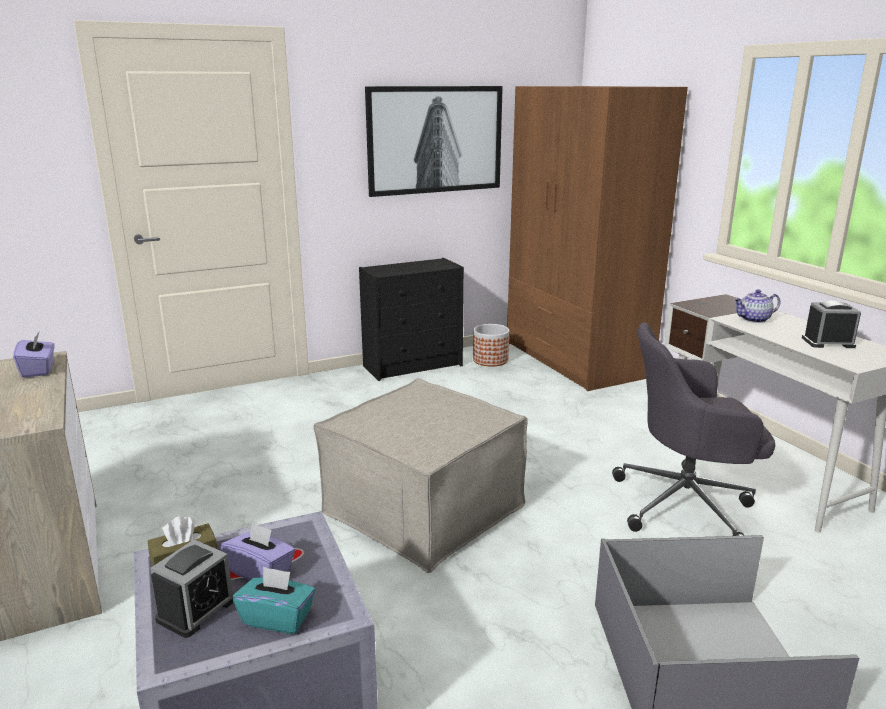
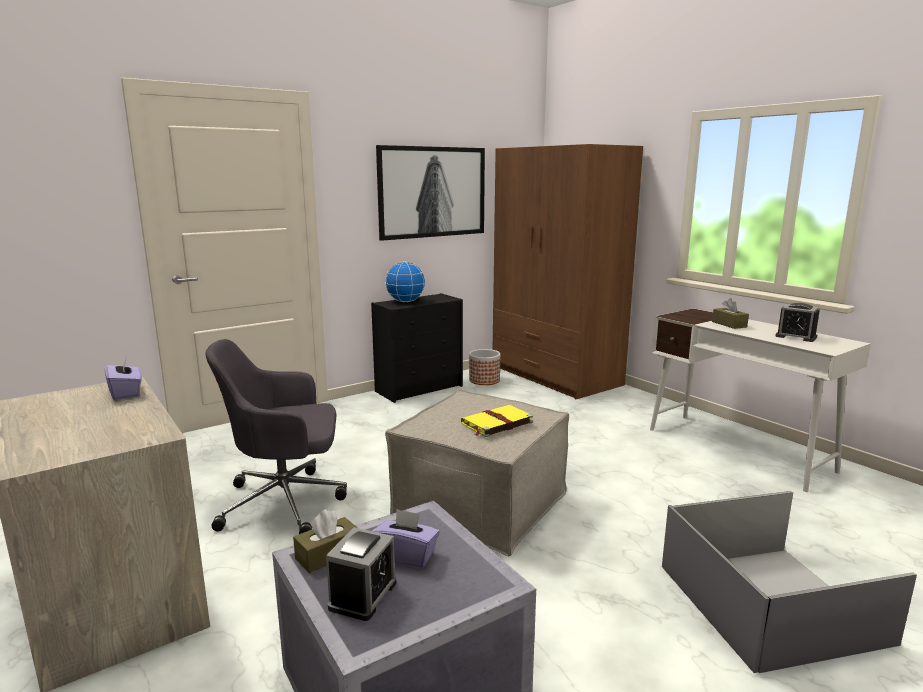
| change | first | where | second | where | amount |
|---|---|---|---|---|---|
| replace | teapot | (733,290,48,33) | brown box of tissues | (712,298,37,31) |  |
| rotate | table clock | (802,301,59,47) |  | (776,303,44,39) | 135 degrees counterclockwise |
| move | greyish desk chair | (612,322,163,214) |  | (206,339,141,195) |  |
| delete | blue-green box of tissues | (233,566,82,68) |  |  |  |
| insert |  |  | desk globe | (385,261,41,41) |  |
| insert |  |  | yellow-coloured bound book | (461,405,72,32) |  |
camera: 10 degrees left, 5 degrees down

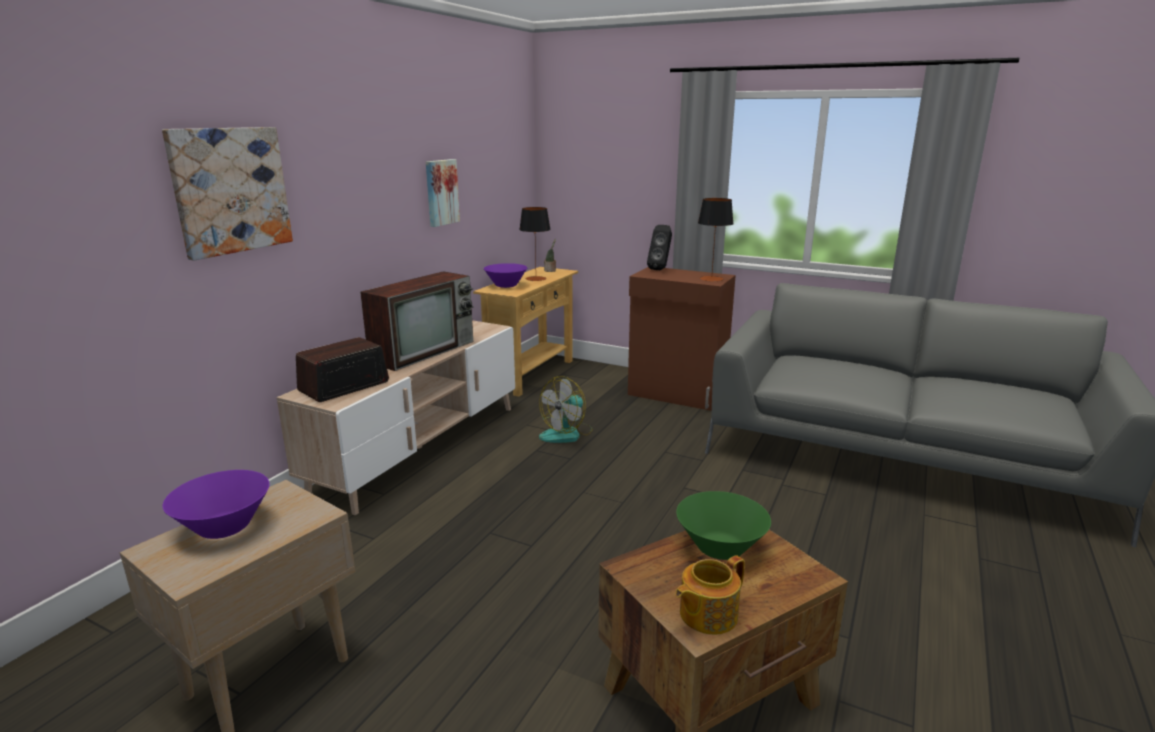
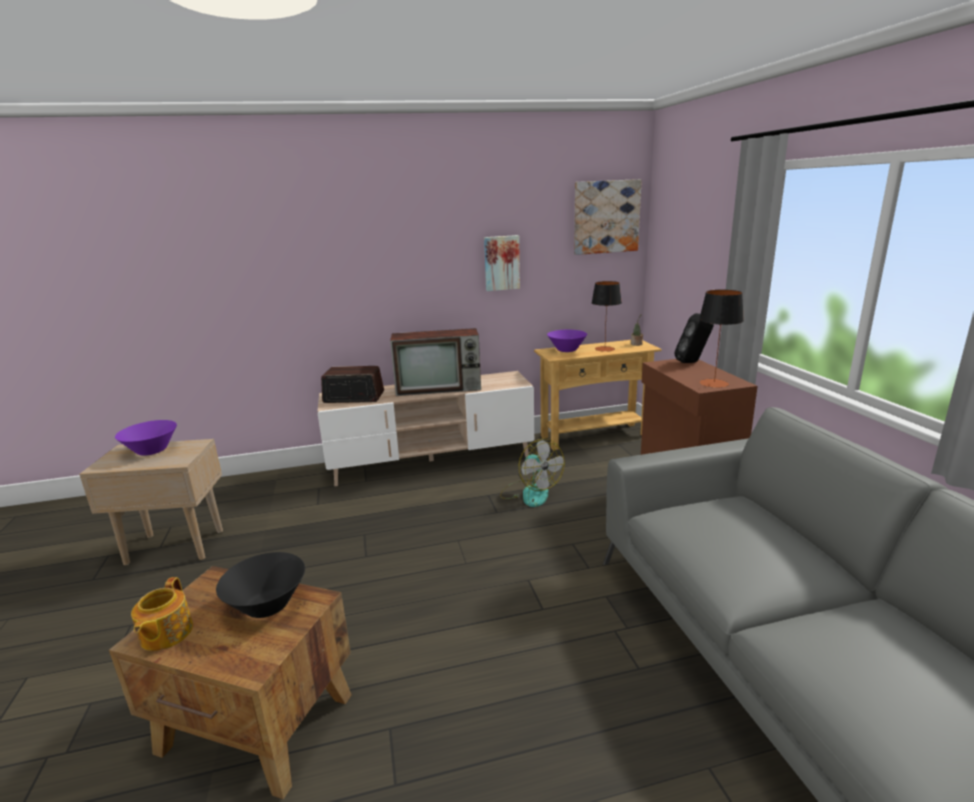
| change | first | where | second | where | amount |
|---|---|---|---|---|---|
| move | wall picture | (162,127,131,133) |  | (574,179,68,76) |  |
| rotate | cooling fan | (539,376,54,67) |  | (500,439,65,68) | 120 degrees counterclockwise |
| recolor | green deep dish | (676,491,95,69) | black-coloured deep dish | (216,552,89,66) |  |
| rotate | teapot | (675,555,70,80) |  | (131,577,62,74) | 105 degrees counterclockwise |
camera: 50 degrees right, 0 degrees up

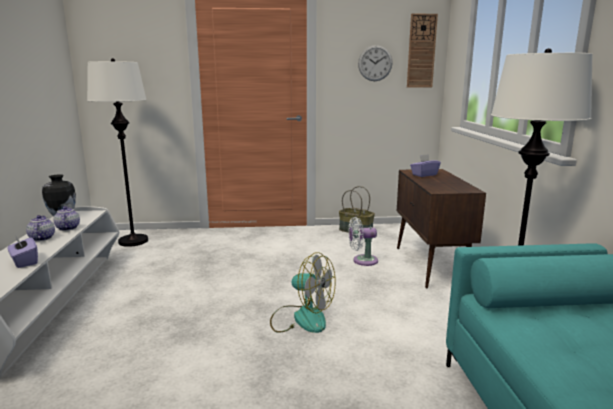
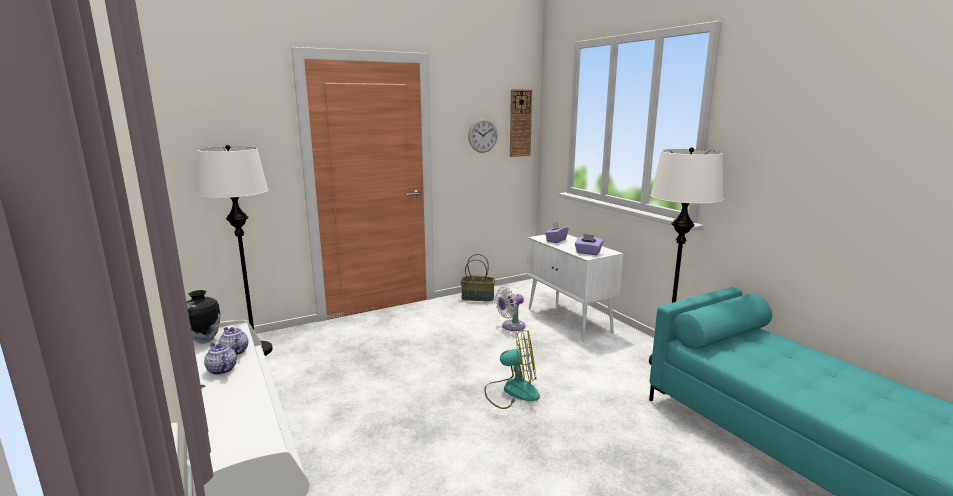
| change | first | where | second | where | amount |
|---|---|---|---|---|---|
| recolor | brown cupboard | (397,169,89,119) | whitish cupboard | (527,234,96,107) |  |
| move | purple box of tissues | (7,235,31,33) |  | (575,234,28,21) |  |
camera: 25 degrees left, 0 degrees up

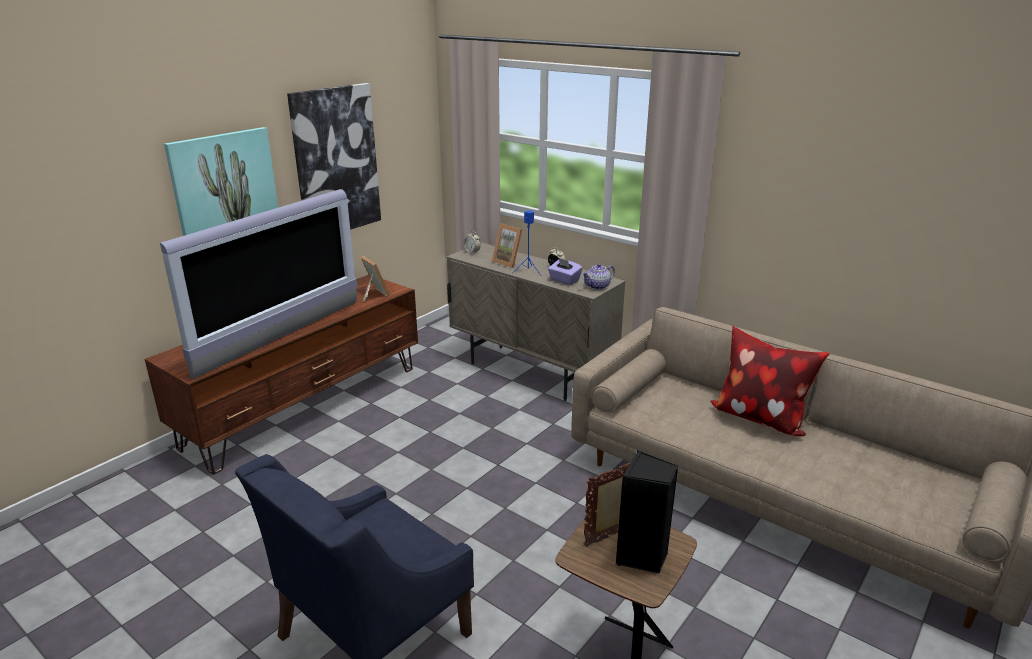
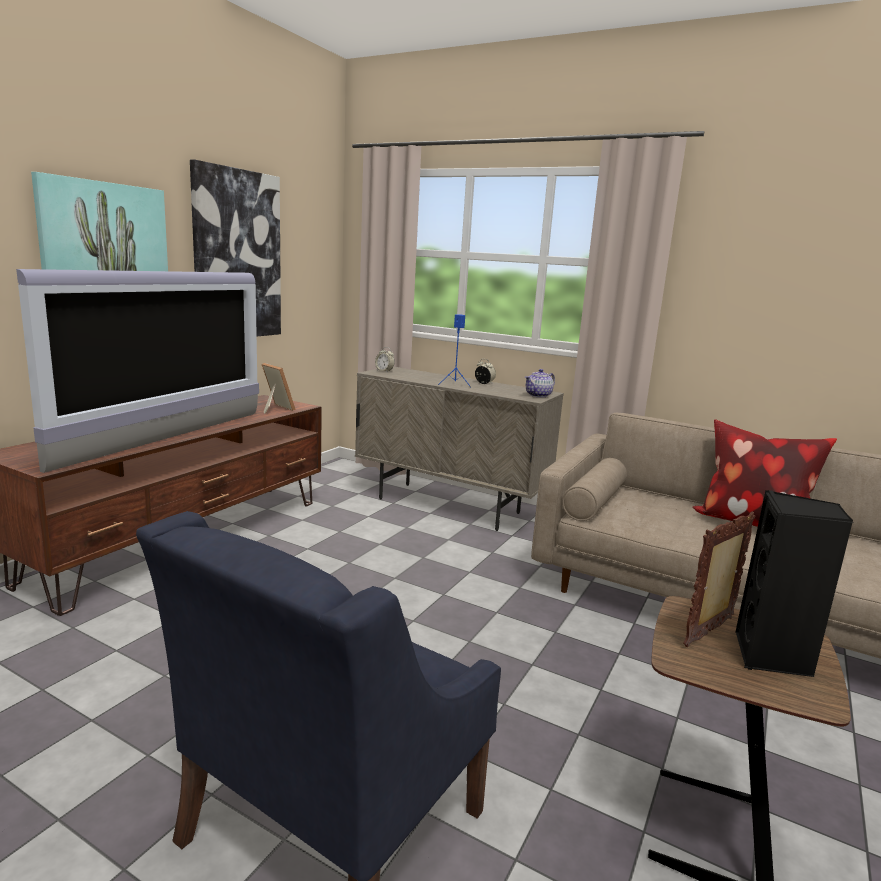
| change | first | where | second | where | amount |
|---|---|---|---|---|---|
| delete | picture frame | (492,223,30,45) |  |  |  |
| delete | purple box of tissues | (548,258,35,27) |  |  |  |
camera: 10 degrees left, 10 degrees down

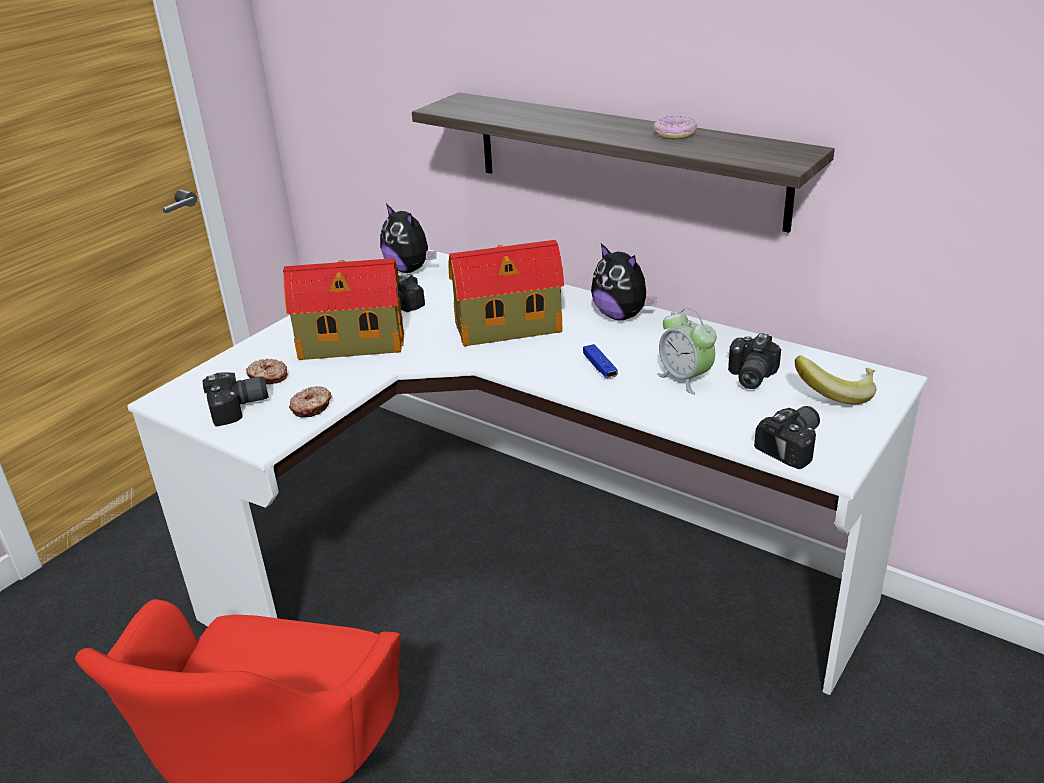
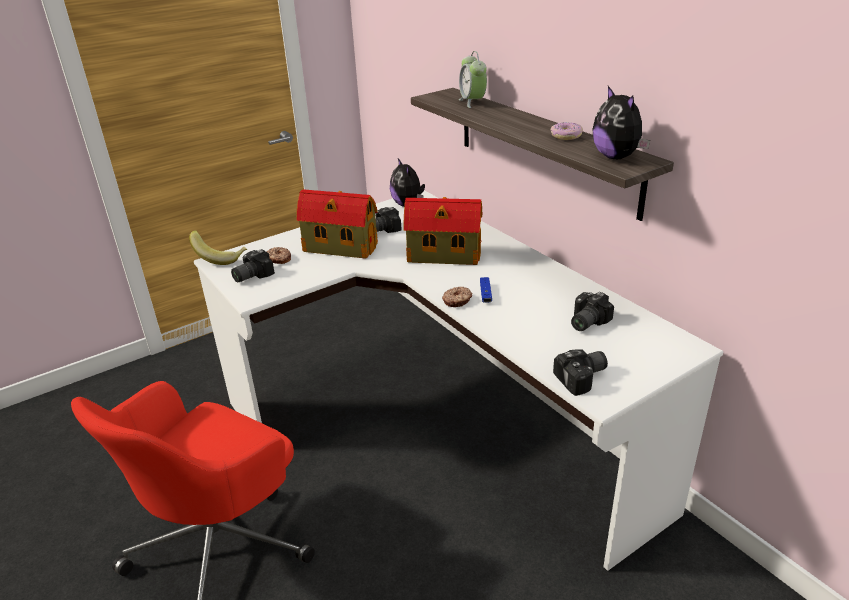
| change | first | where | second | where | amount |
|---|---|---|---|---|---|
| move | plush toy | (591,243,66,77) |  | (592,86,58,73) |  |
| move | table clock | (657,308,59,87) |  | (459,51,28,57) |  |
| move | banana | (795,355,81,49) |  | (189,230,58,35) |  |
| rotate | photo camera | (202,372,67,54) |  | (231,249,44,33) | 135 degrees clockwise |
| move | doughnut | (289,386,43,32) |  | (442,287,30,20) |  |
camera: 20 degrees right, 0 degrees up

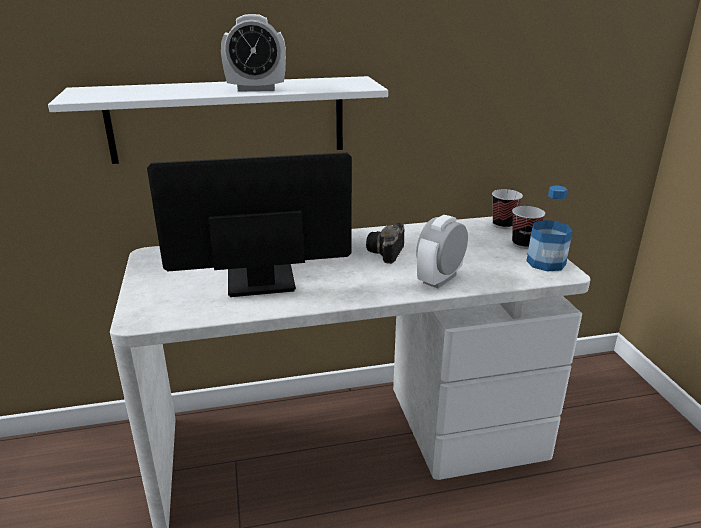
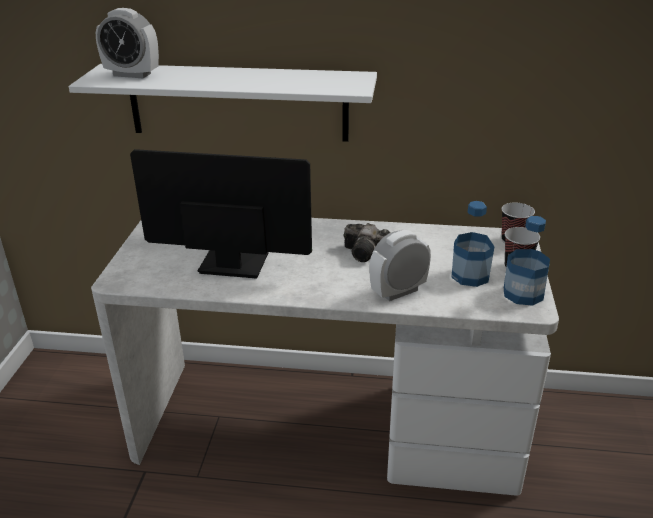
| change | first | where | second | where | amount |
|---|---|---|---|---|---|
| move | table clock | (221,14,65,78) |  | (96,8,63,71) |  |
| rotate | photo camera | (366,223,38,41) |  | (344,223,46,39) | 105 degrees counterclockwise |
| insert |  |  | beverage bottle | (451,201,44,86) |  |
camera: 20 degrees right, 5 degrees up

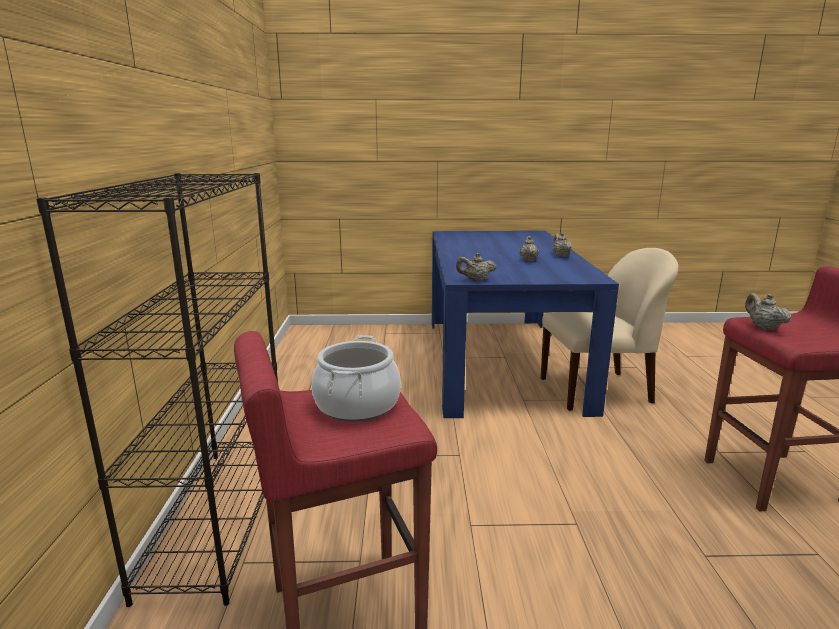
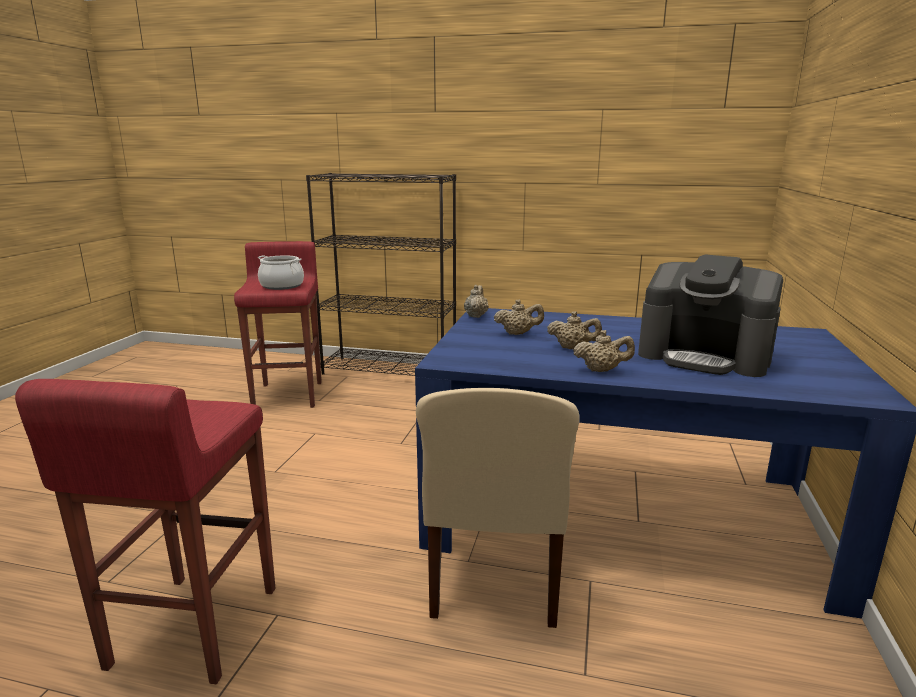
| change | first | where | second | where | amount |
|---|---|---|---|---|---|
| move | beige teapot | (745,293,46,37) |  | (494,299,50,36) |  |
| insert |  |  | coffee maker | (638,254,145,123) |  |
camera: 105 degrees right, 0 degrees up

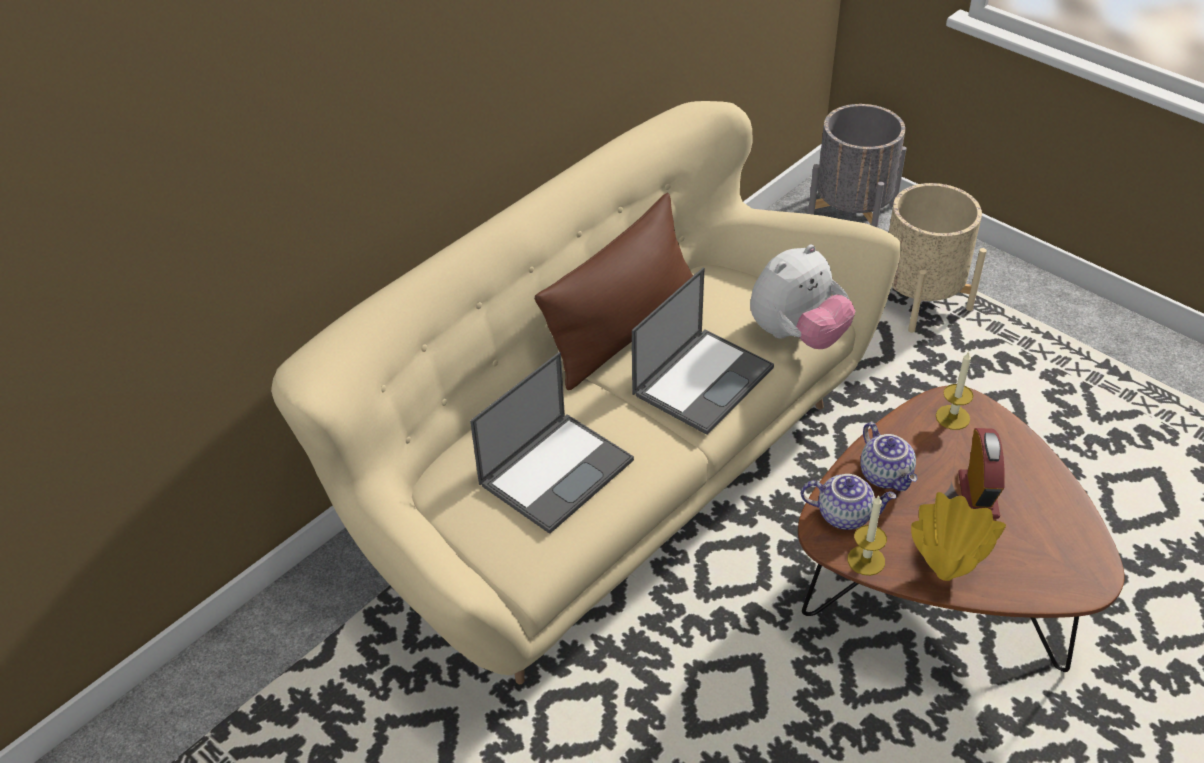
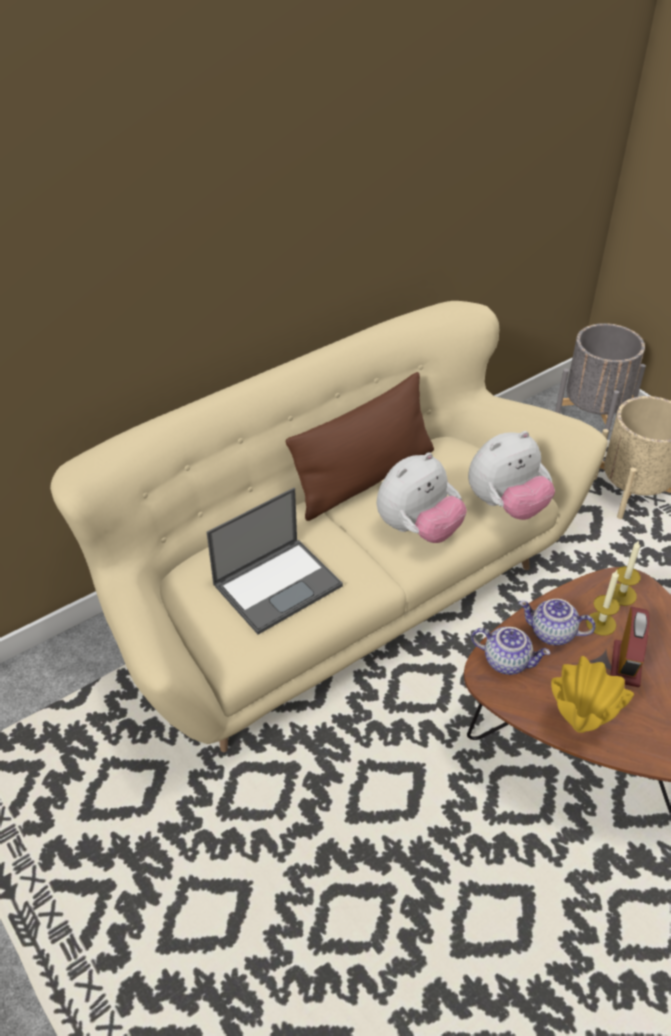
| change | first | where | second | where | amount |
|---|---|---|---|---|---|
| replace | portable computer | (632,268,142,167) | plush toy | (376,452,91,91) |  |
| rotate | teapot | (860,422,57,69) |  | (519,599,76,47) | 120 degrees clockwise |
| move | candle | (848,496,39,80) |  | (586,570,34,65) |  |
camera: 10 degrees right, 0 degrees up

